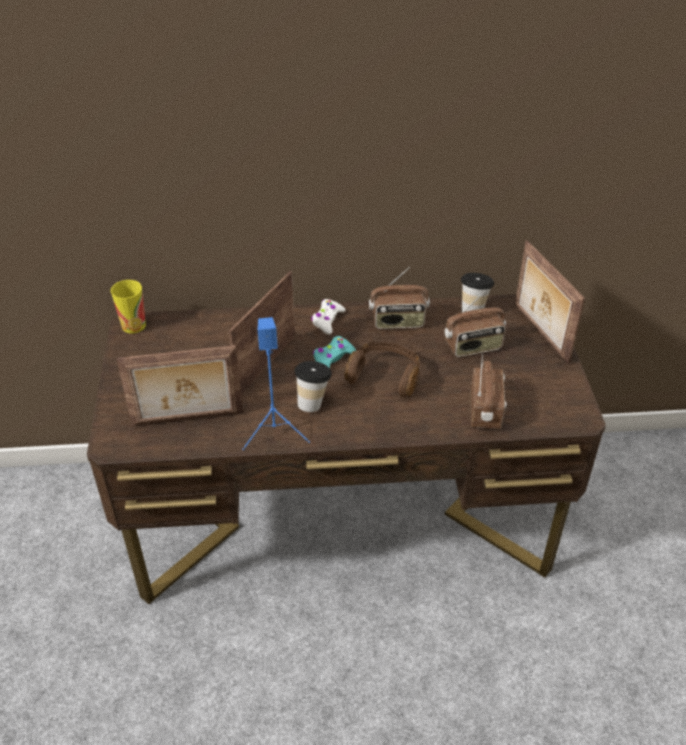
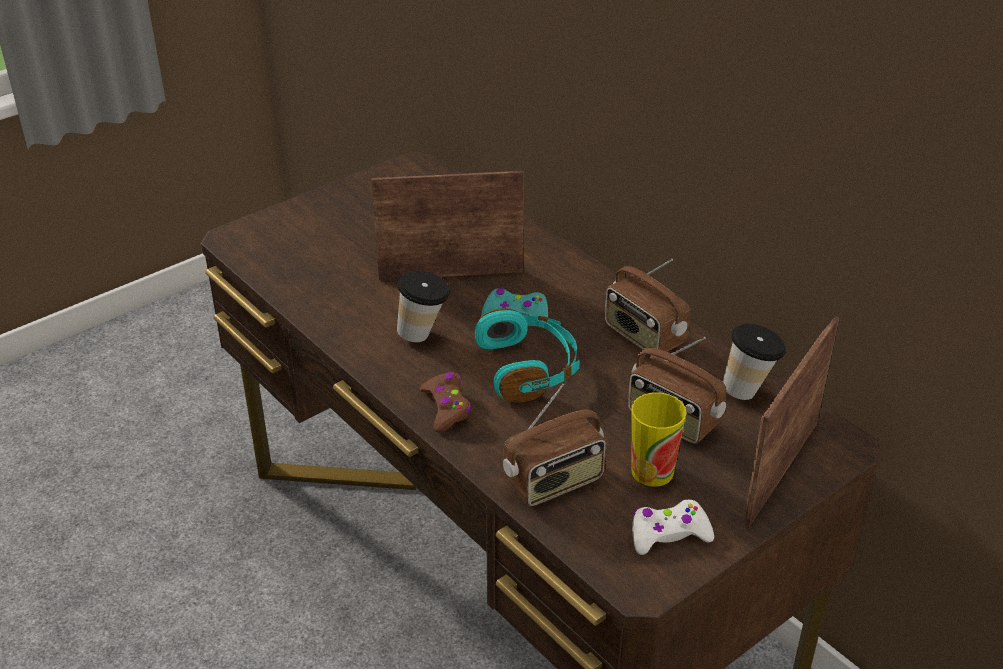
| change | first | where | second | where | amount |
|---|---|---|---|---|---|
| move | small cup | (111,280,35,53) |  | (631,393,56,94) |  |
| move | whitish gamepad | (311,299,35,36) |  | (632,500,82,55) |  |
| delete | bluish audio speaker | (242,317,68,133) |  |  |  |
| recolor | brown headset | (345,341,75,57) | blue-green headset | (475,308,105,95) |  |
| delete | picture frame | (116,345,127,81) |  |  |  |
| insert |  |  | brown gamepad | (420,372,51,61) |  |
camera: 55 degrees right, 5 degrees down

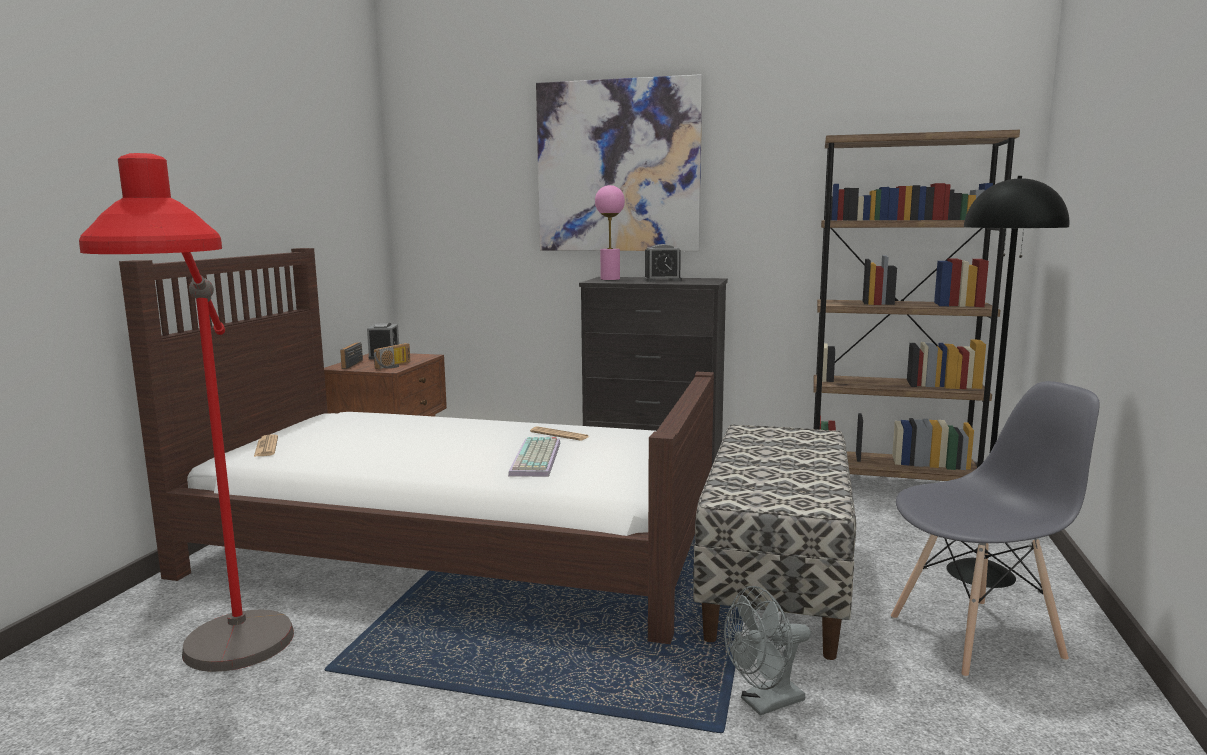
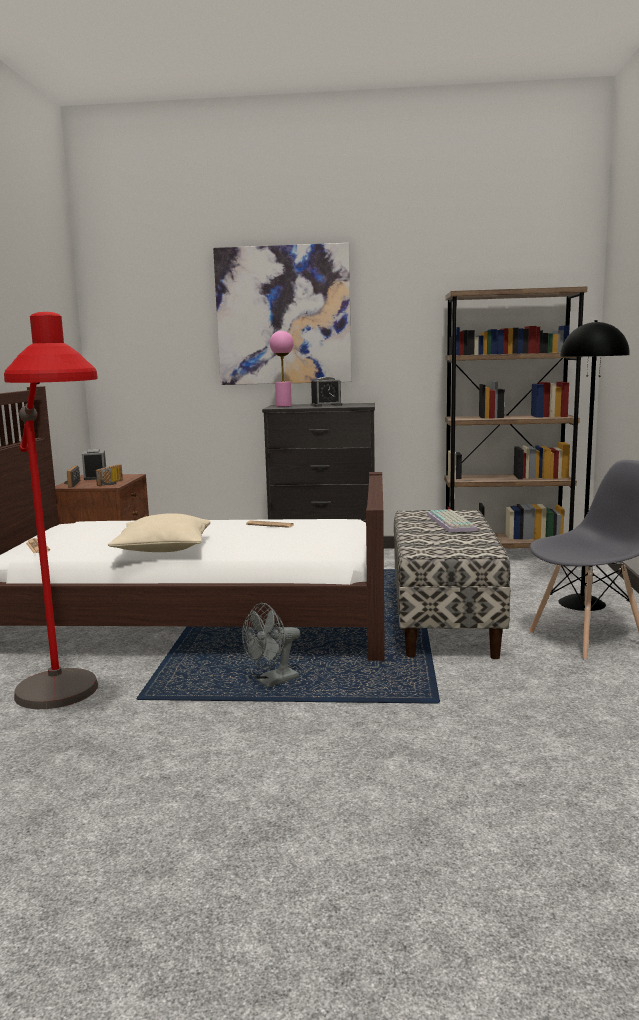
| change | first | where | second | where | amount |
|---|---|---|---|---|---|
| move | PC keyboard | (508,437,52,40) |  | (427,509,51,24) |  |
| move | greyish cooling fan | (724,586,87,130) |  | (242,603,58,84) |  |
| insert |  |  | beige cushion | (108,513,103,39) |  |
camera: 10 degrees left, 0 degrees up

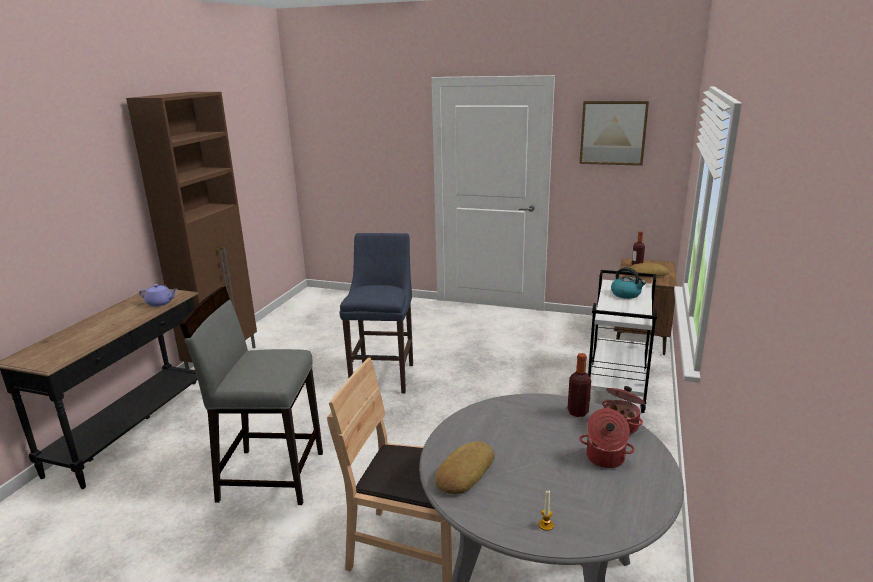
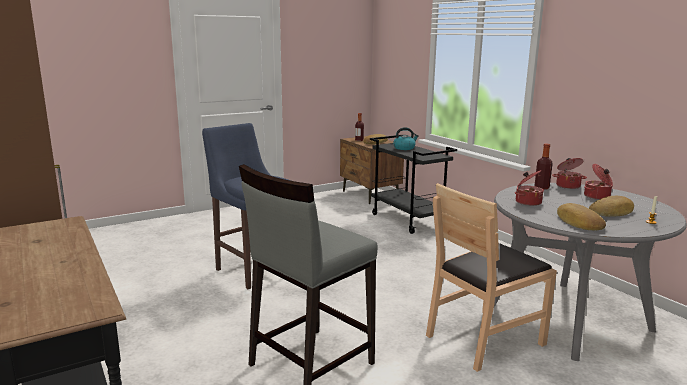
| change | first | where | second | where | amount |
|---|---|---|---|---|---|
| delete | wall picture | (579,101,70,65) |  |  |  |
| recolor | whitish wheeled cart | (588,270,69,143) | black-coloured wheeled cart | (370,135,87,99) |  |
| delete | purple teapot | (139,284,38,23) |  |  |  |
| insert |  |  | stockpot | (515,170,29,36) |  |
| insert |  |  | bakery bread | (589,196,45,21) |  |
camera: 50 degrees left, 5 degrees down

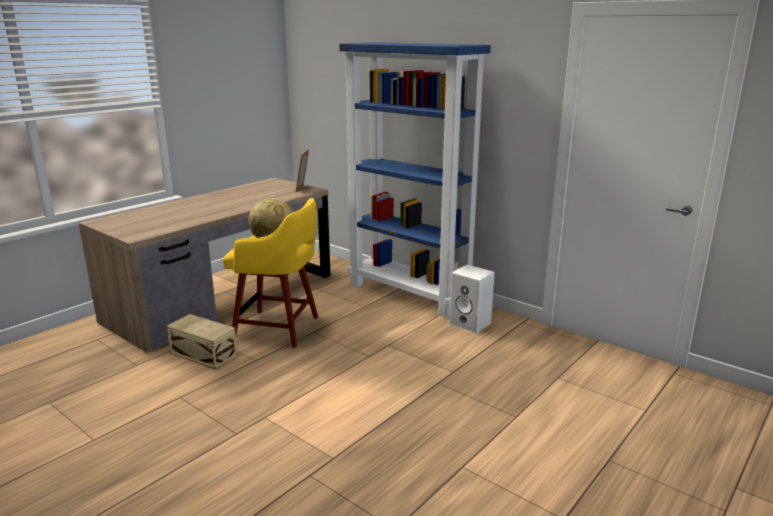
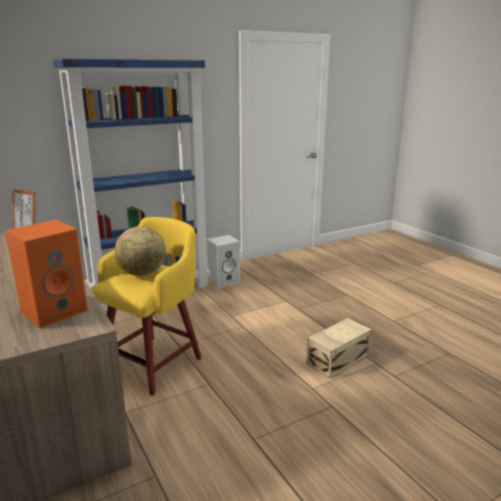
| change | first | where | second | where | amount |
|---|---|---|---|---|---|
| move | beige storage bin | (167,314,71,56) |  | (307,318,65,60) |  |
| insert |  |  | orange audio speaker | (5,220,83,108) |  |
camera: 70 degrees left, 0 degrees up

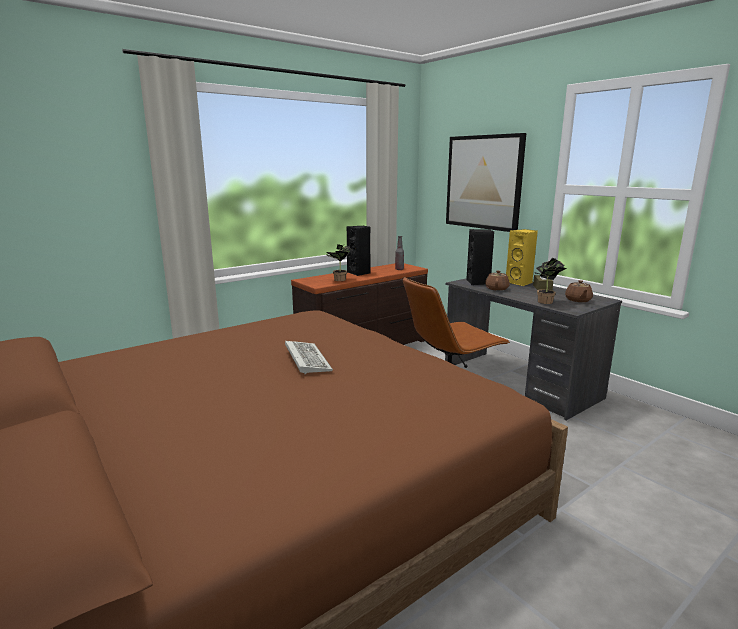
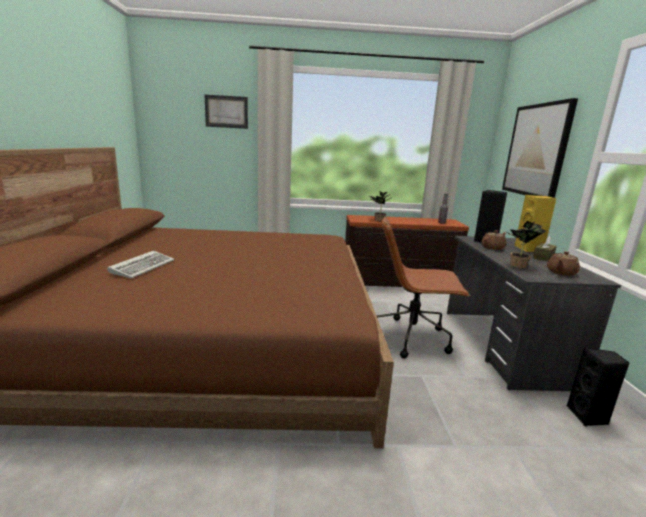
| change | first | where | second | where | amount |
|---|---|---|---|---|---|
| move | black-coloured audio speaker | (347,226,24,50) |  | (567,347,63,80) |  |
| move | PC keyboard | (285,341,48,34) |  | (107,251,68,27) |  |
| insert |  |  | wall picture | (205,95,43,34) |  |
camera: 35 degrees right, 0 degrees up

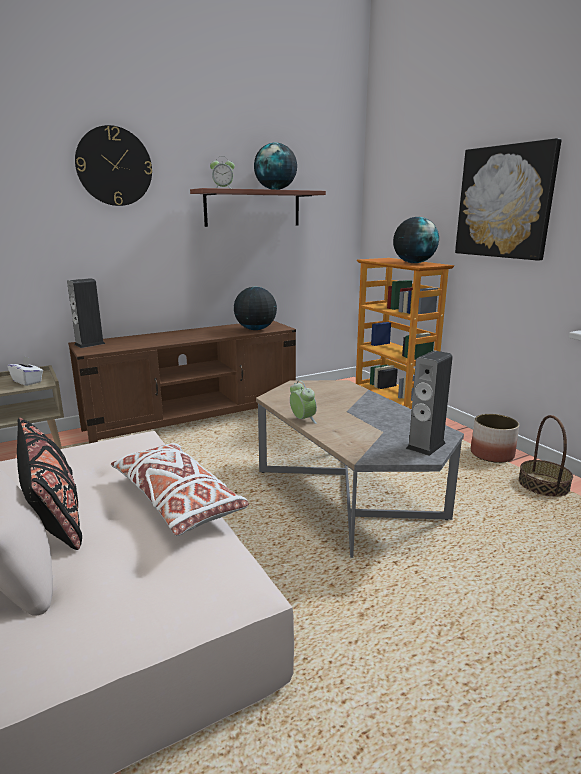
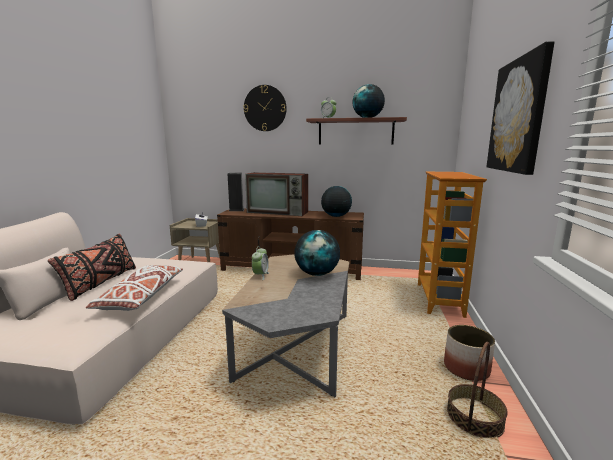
| change | first | where | second | where | amount |
|---|---|---|---|---|---|
| move | desk globe | (393,217,46,46) |  | (294,230,46,46) |  |
| delete | audio speaker | (406,351,47,105) |  |  |  |
| insert |  |  | television | (245,172,63,44) |  |
camera: 40 degrees right, 5 degrees down

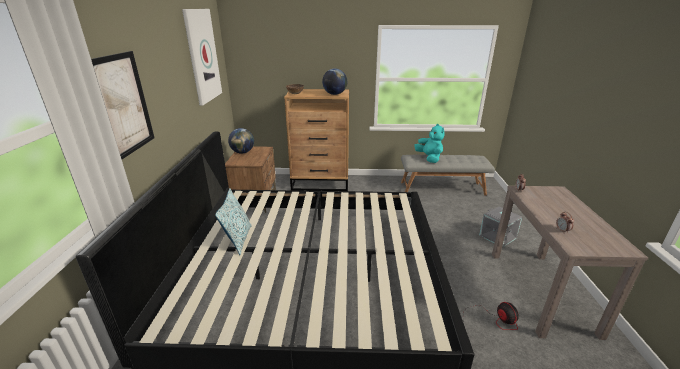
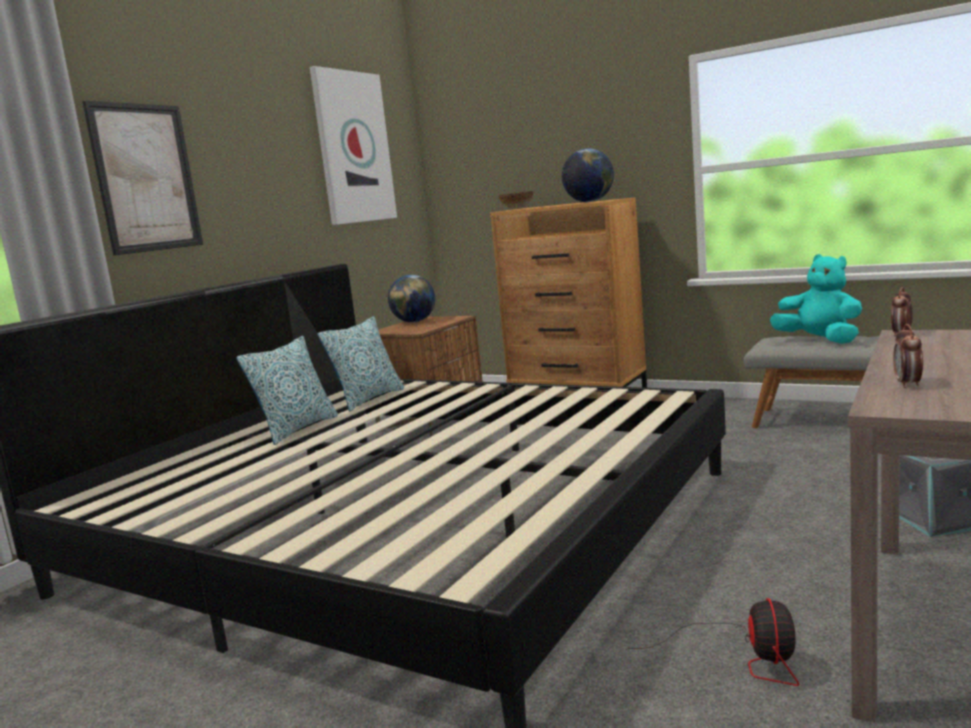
| change | first | where | second | where | amount |
|---|---|---|---|---|---|
| rotate | blue-green plush toy | (415,124,30,39) |  | (770,254,92,90) | 45 degrees counterclockwise |
| insert |  |  | cushion | (318,316,86,95) |  |
camera: 30 degrees right, 15 degrees down

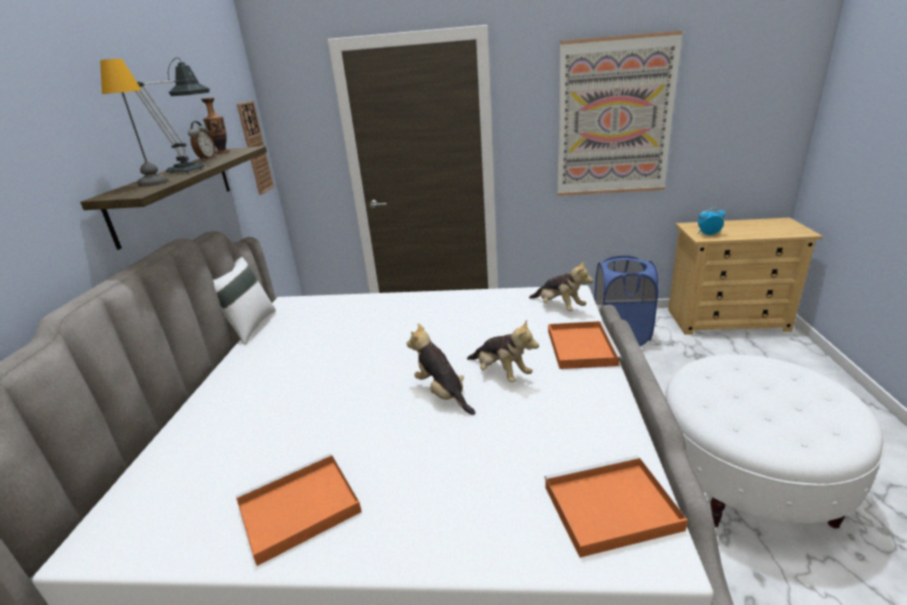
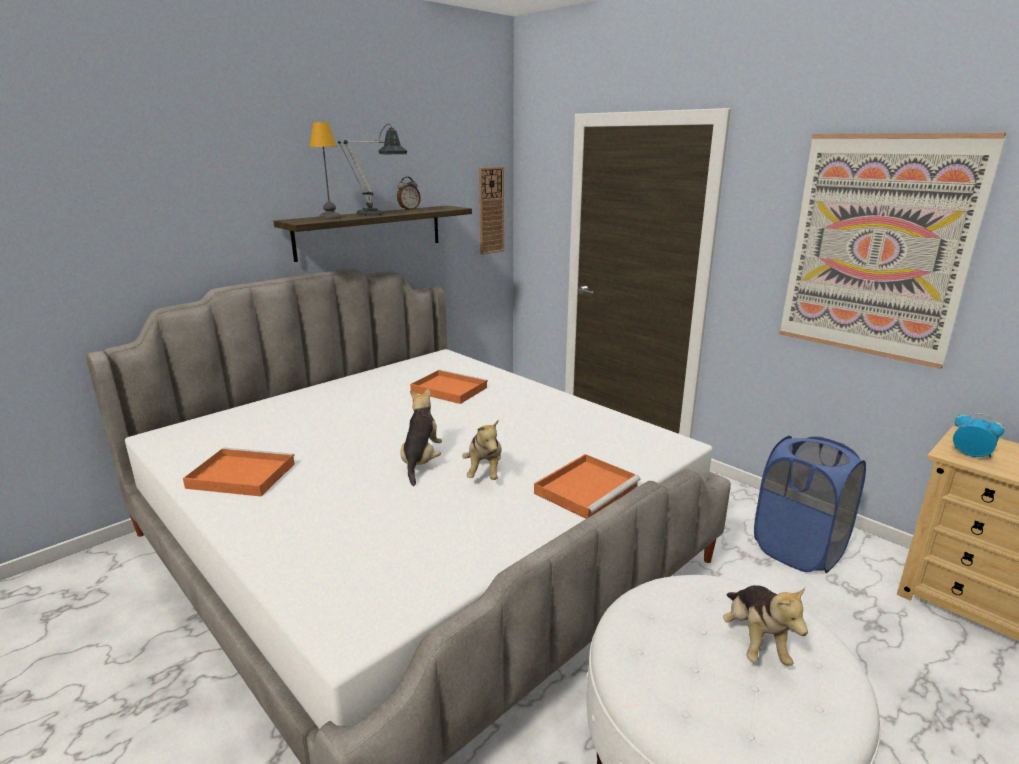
| change | first | where | second | where | amount |
|---|---|---|---|---|---|
| delete | vase | (201,98,29,56) |  |  |  |
| delete | whitish cushion | (213,257,63,88) |  |  |  |
| move | plush toy | (529,261,64,50) |  | (723,585,85,81) |  |
| move | orange serving tray | (545,455,143,103) |  | (410,370,78,34) |  |
camera: 40 degrees right, 5 degrees down

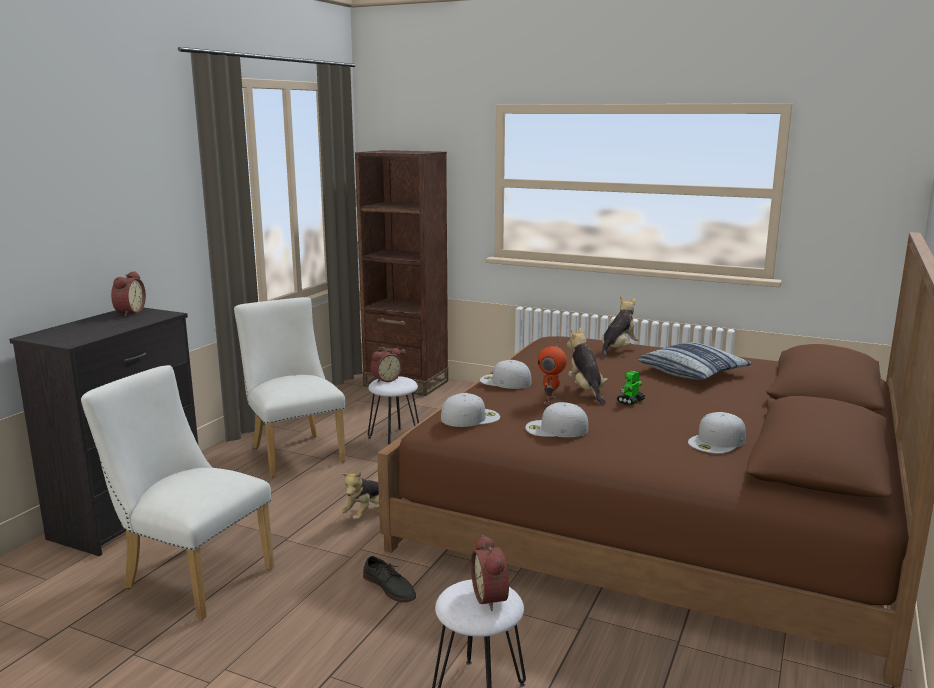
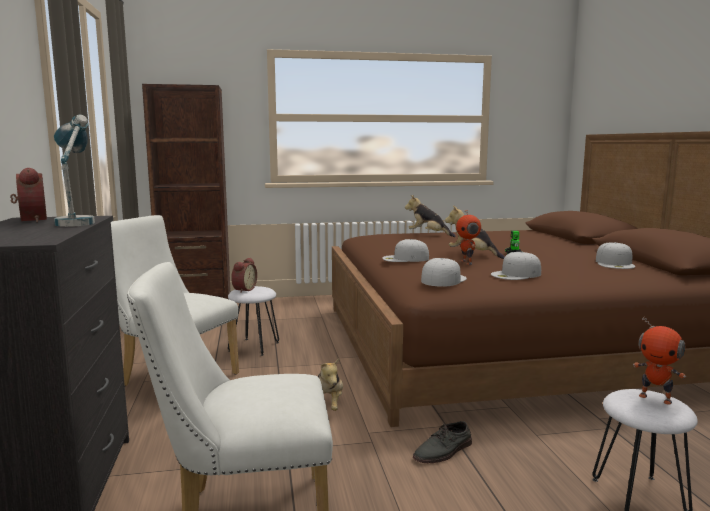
| change | first | where | second | where | amount |
|---|---|---|---|---|---|
| rotate | plush toy | (602,297,37,62) |  | (405,195,51,42) | 60 degrees counterclockwise |
| delete | cushion | (638,342,114,38) |  |  |  |
| replace | table clock | (471,535,38,76) | model robot | (633,316,53,89) |  |
| rotate | greyish item of footwear | (363,556,53,47) |  | (413,421,59,42) | 135 degrees clockwise |
| insert |  |  | lamp for a table | (54,115,41,112) |  |
camera: 35 degrees left, 5 degrees down

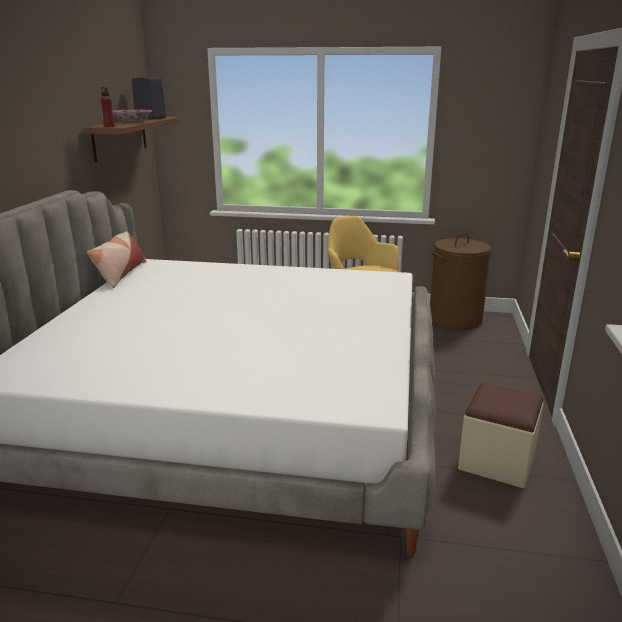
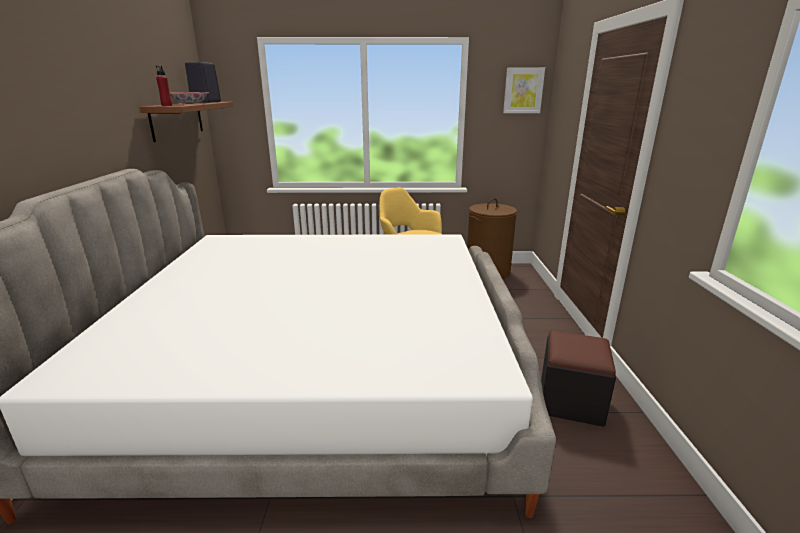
| change | first | where | second | where | amount |
|---|---|---|---|---|---|
| delete | cushion | (87,231,59,57) |  |  |  |
| recolor | beige pouffe | (458,383,86,106) | black-coloured pouffe | (541,331,75,96) |  |
| insert |  |  | wall picture | (503,68,42,45) |  |
camera: 10 degrees left, 0 degrees up

